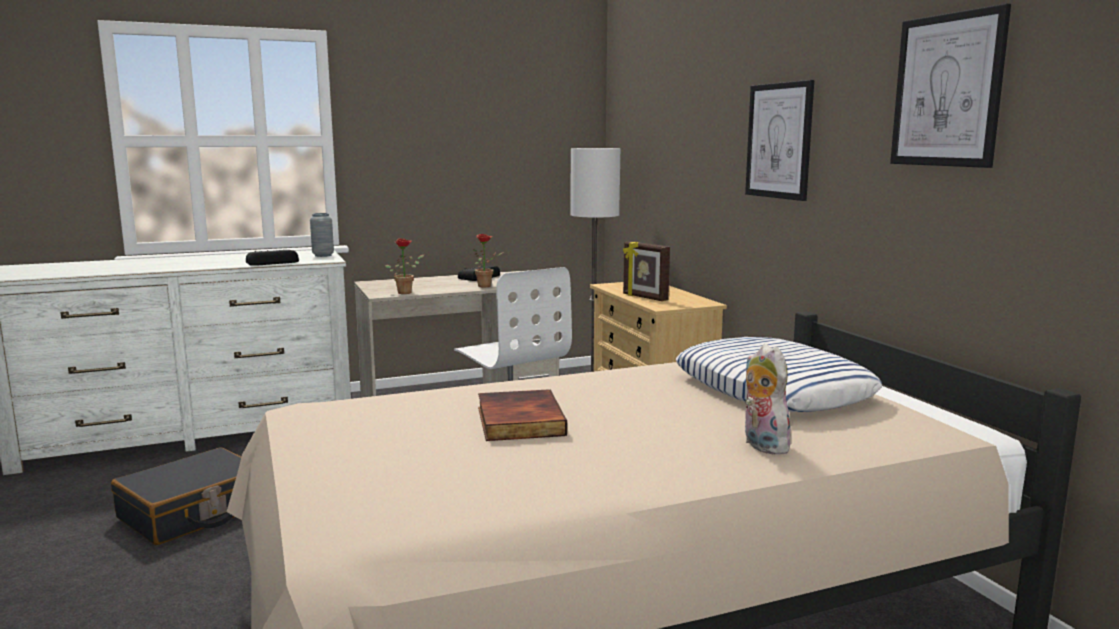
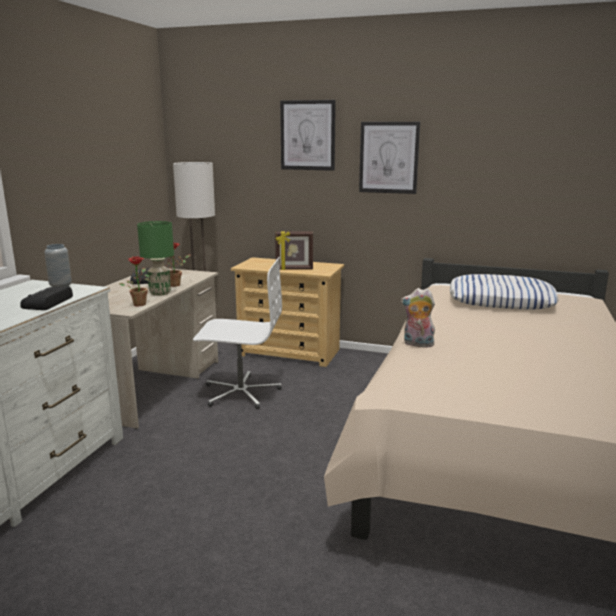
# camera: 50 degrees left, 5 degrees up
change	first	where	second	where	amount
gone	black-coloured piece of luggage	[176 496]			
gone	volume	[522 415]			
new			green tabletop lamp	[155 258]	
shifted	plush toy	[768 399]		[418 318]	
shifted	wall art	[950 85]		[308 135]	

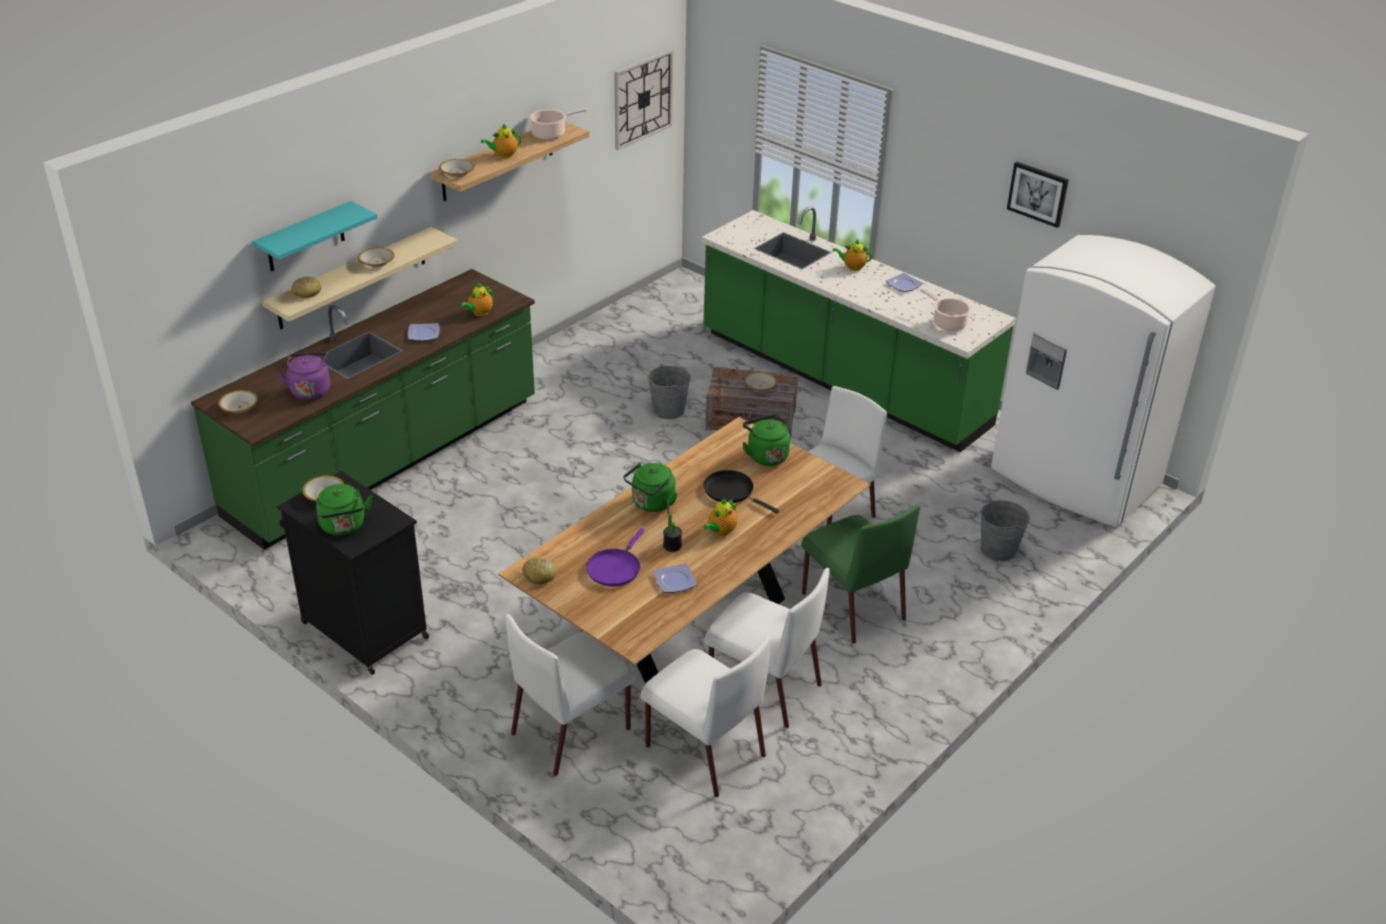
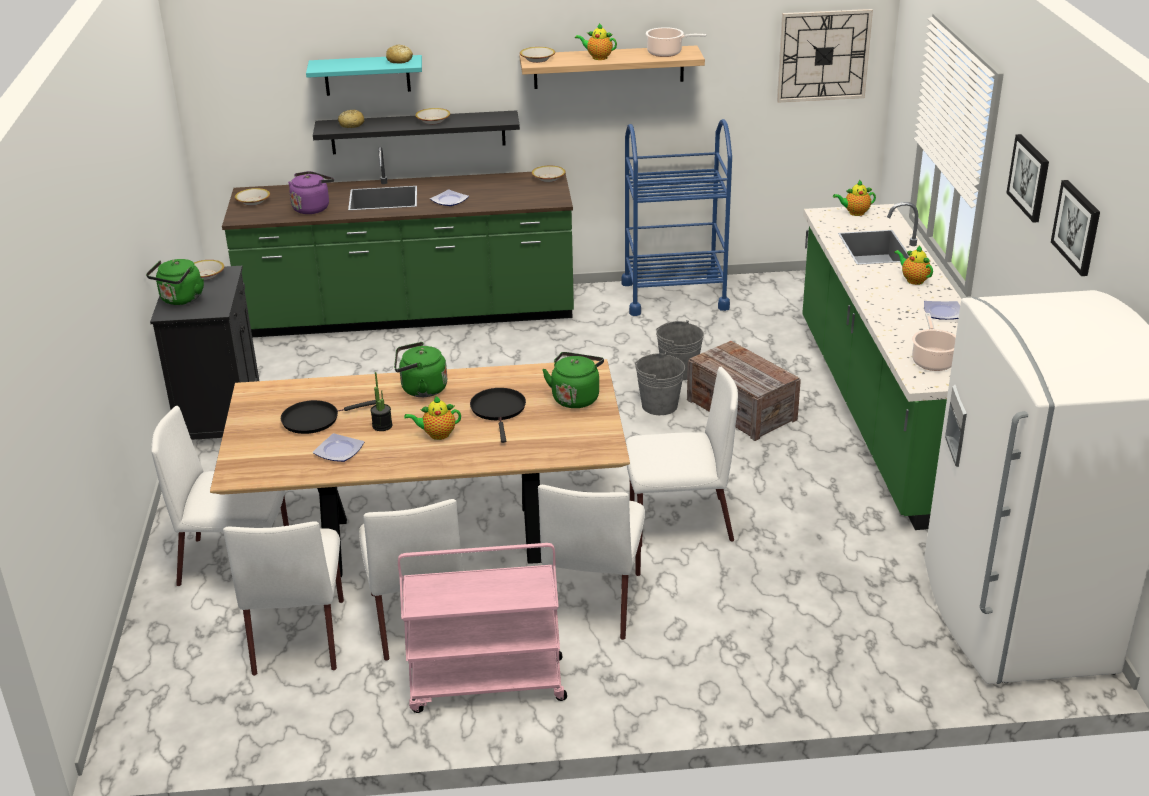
# camera: 45 degrees right, 5 degrees down
change	first	where	second	where	amount
new			pink cart	[482 628]	
new			bluish cart	[676 217]	
new			wall art	[1027 178]	
shifted	tea pot	[476 299]		[854 198]	
shifted	bread	[539 570]		[399 53]	
shifted	bowl	[760 382]		[549 173]	
shifted	greyish pail	[1005 530]		[660 383]	
repainted	beige shelf	[360 278]	black-coloured shelf	[416 132]	
repainted	purple-coloured skillet	[615 557]	black-coloured skillet	[328 417]	
repainted	green plain chair	[860 574]	white-coloured plain chair	[592 562]	

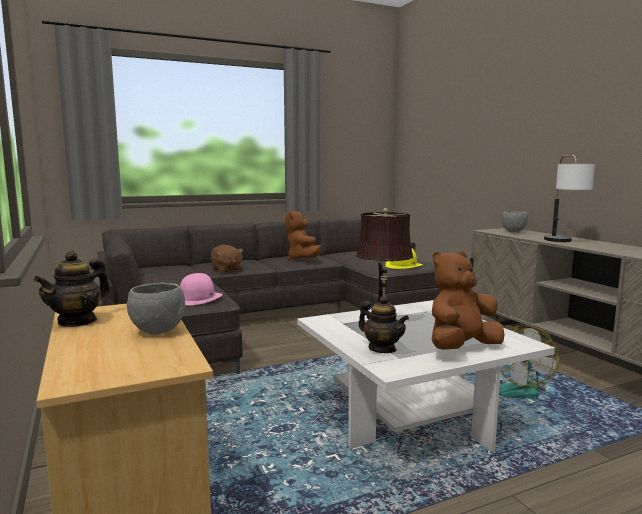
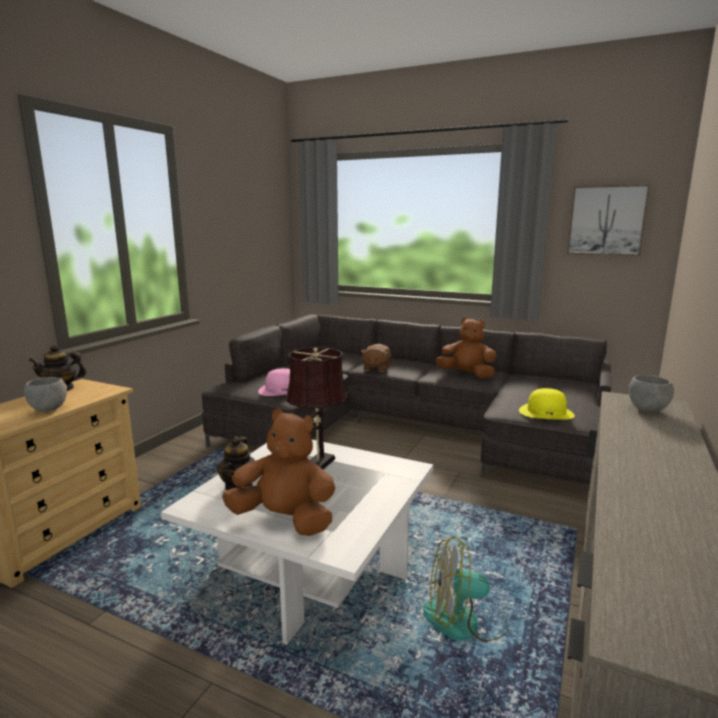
# camera: 50 degrees right, 5 degrees up
change	first	where	second	where	amount
gone	tabletop lamp	[569 198]			
new			wall art	[608 220]	
rotated	brown plush toy	[303 235]		[466 347]	75 degrees clockwise

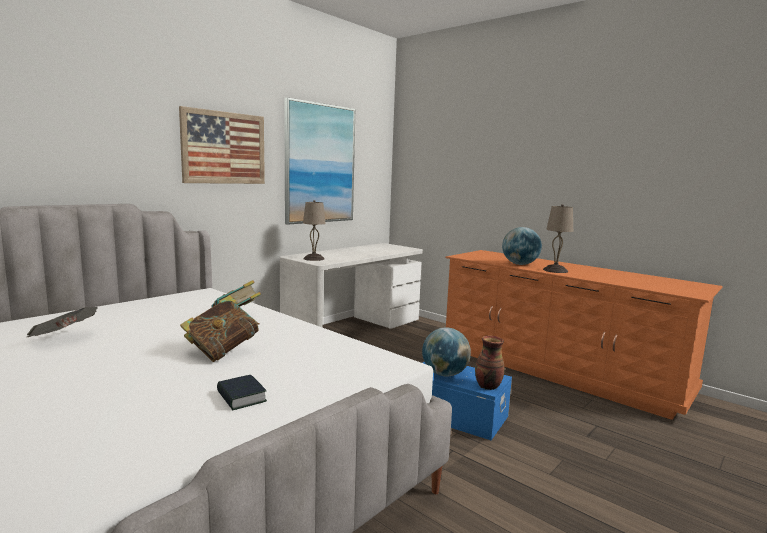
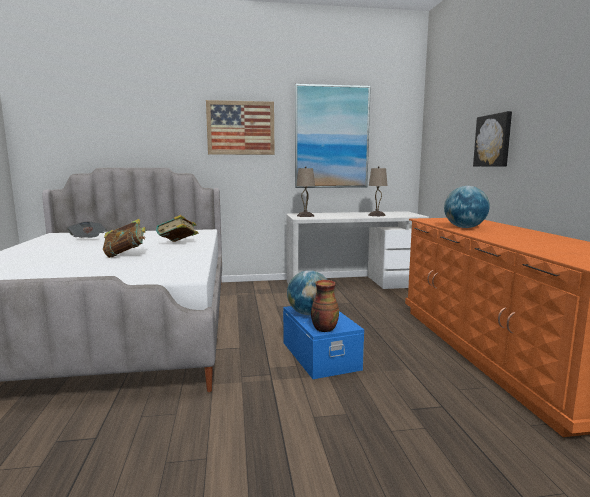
# camera: 40 degrees right, 0 degrees up
change	first	where	second	where	amount
gone	volume	[242 392]			
new			wall art	[492 139]	
shifted	beige tabletop lamp	[558 238]		[377 191]	

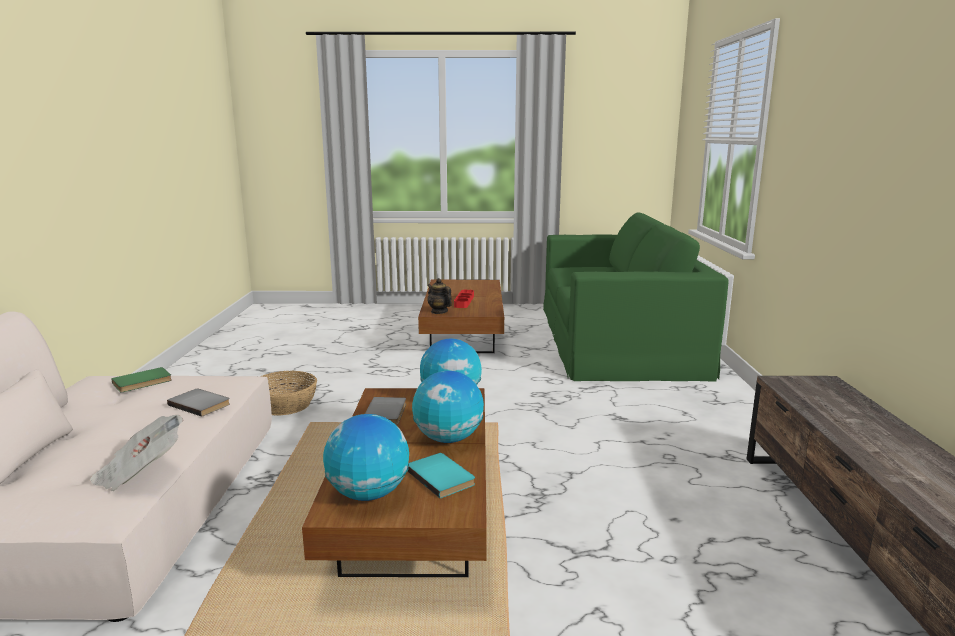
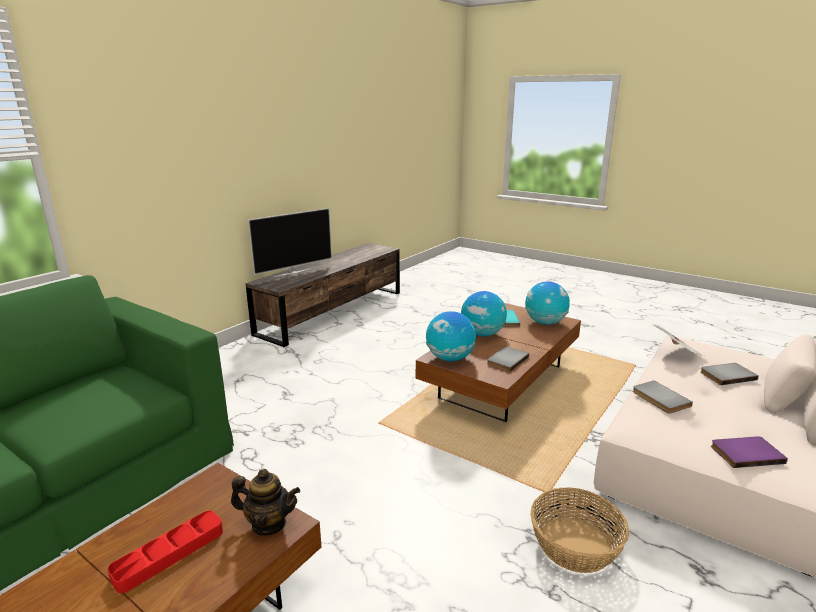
# camera: 145 degrees left, 5 degrees up
change	first	where	second	where	amount
new			TV	[290 242]	
new			greyish volume	[729 374]	
repainted	green volume	[141 379]	purple-coloured volume	[749 452]	
rotated	tea pot	[439 296]		[265 502]	75 degrees counterclockwise

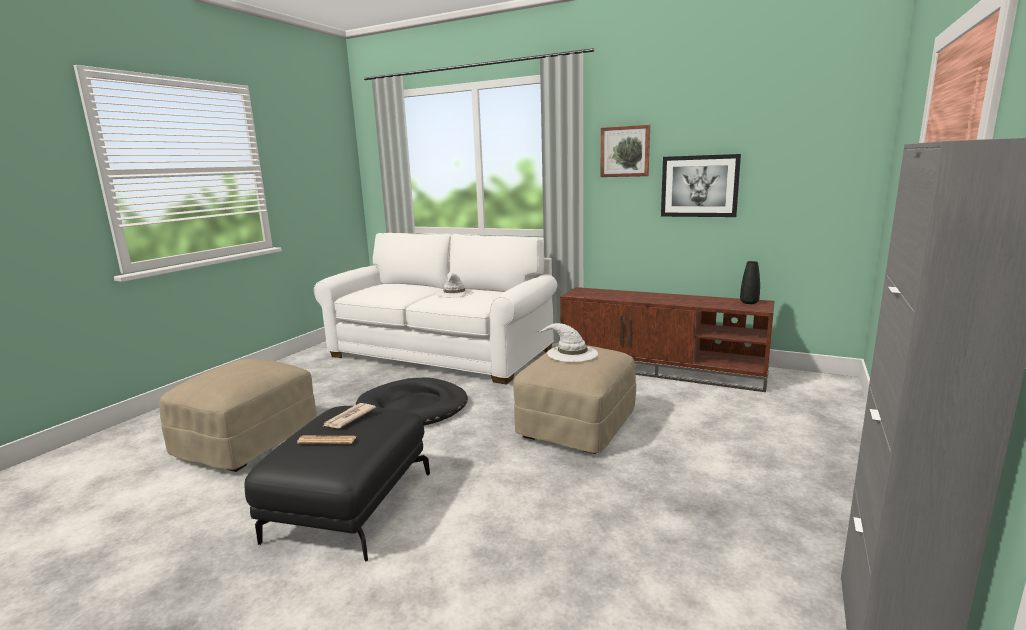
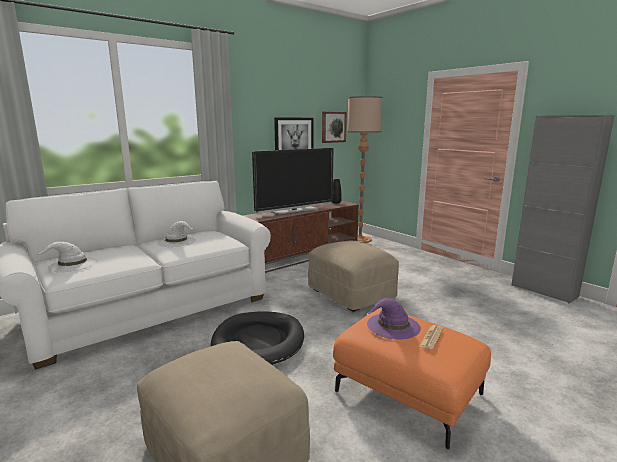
# camera: 65 degrees left, 0 degrees up
change	first	where	second	where	amount
new			TV	[293 181]	
new			standing lamp	[365 169]	
shifted	white-coloured clothing hat	[567 342]		[68 257]	
shifted	wall art	[625 151]		[334 127]	
swapped	newspaper	[350 415]	purple-coloured clothing hat	[394 318]	
repainted	black-coloured ottoman	[337 483]	orange-coloured ottoman	[412 379]	

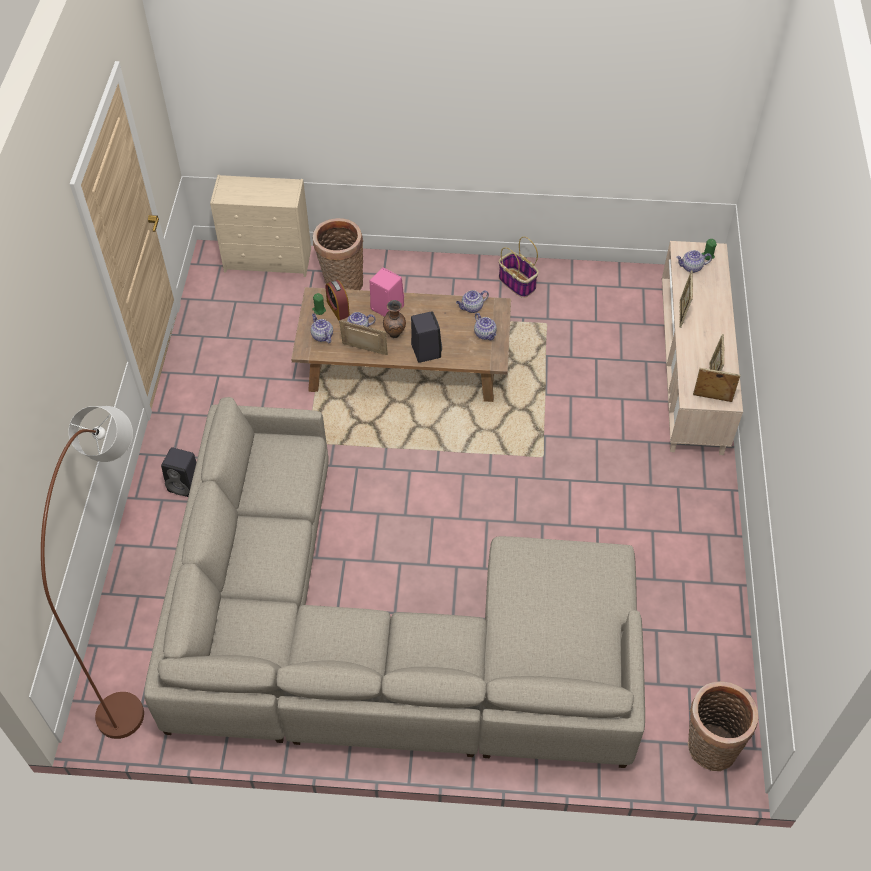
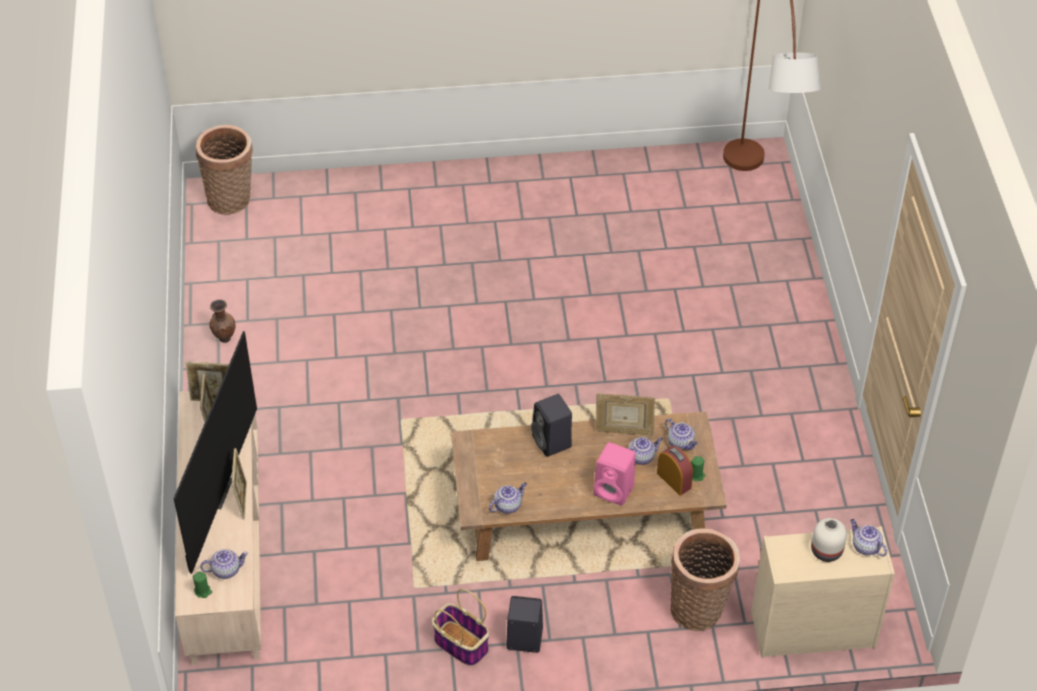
# camera: 170 degrees right, 5 degrees down
change	first	where	second	where	amount
gone	beige sofa	[394 582]			
new			TV	[215 452]	
new			white-coloured decorative vase	[829 540]	
shifted	black-coloured loudspeaker	[178 472]		[524 624]	
shifted	brown decorative vase	[394 319]		[222 321]	
shifted	tea pot	[485 326]		[868 538]	

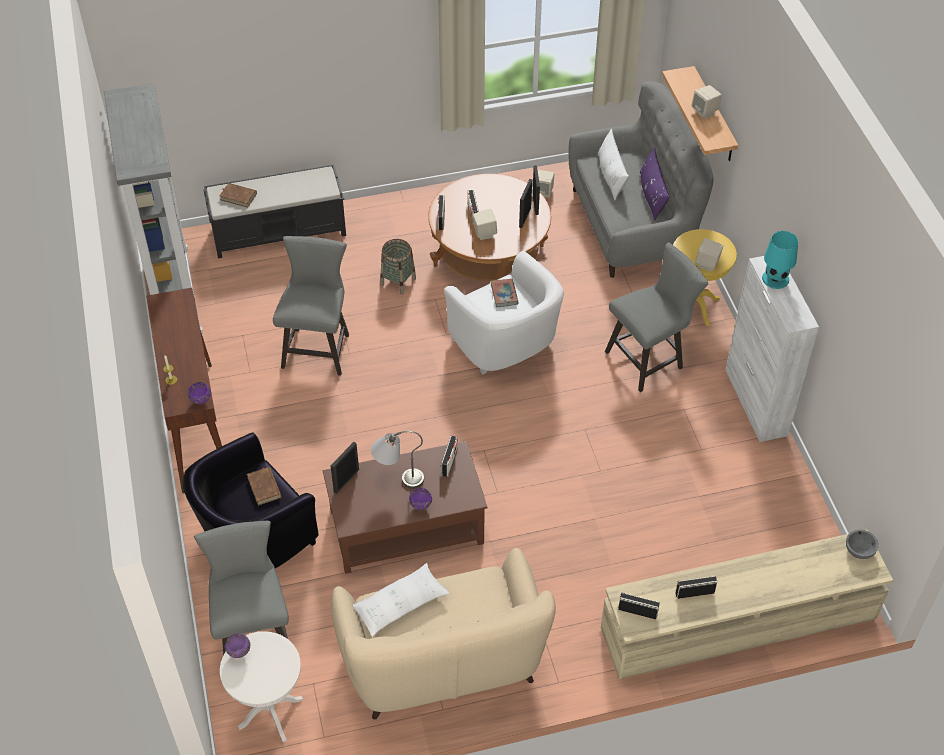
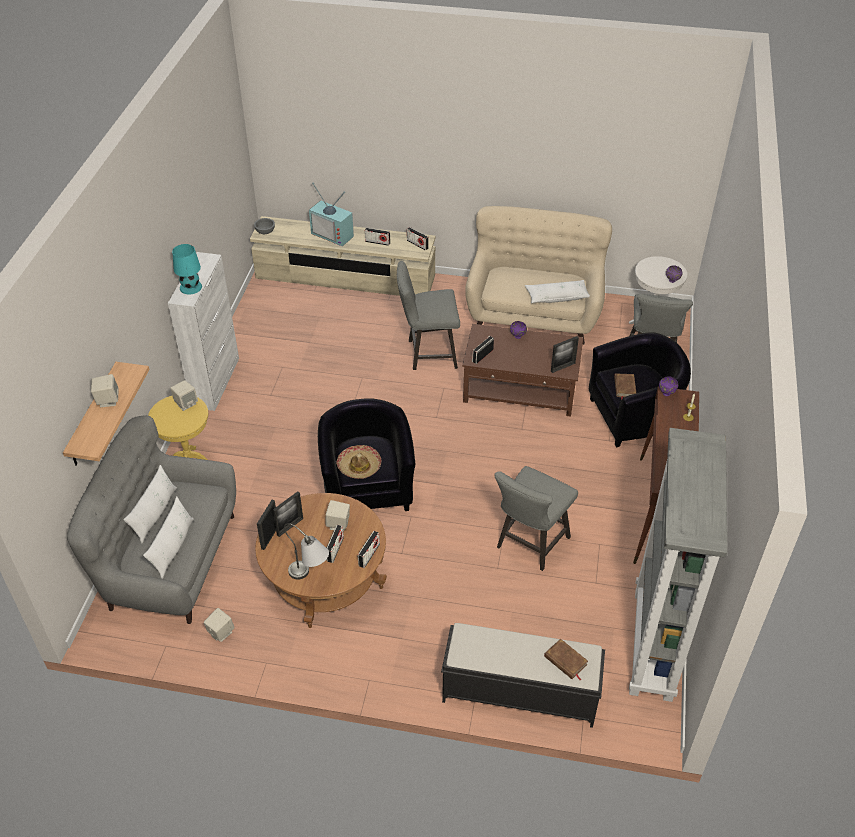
# camera: 155 degrees left, 5 degrees down
change	first	where	second	where	amount
gone	basket	[398 267]			
new			TV	[331 214]	
shifted	greyish tabletop lamp	[397 460]		[306 551]	
shifted	greyish stool	[656 317]		[428 315]	
swapped	volume	[505 293]	clothing hat	[359 462]	
repainted	white-coloured easy chair	[504 312]	black-coloured easy chair	[366 454]	
repainted	purple-coloured cushion	[655 184]	white-coloured cushion	[150 504]	

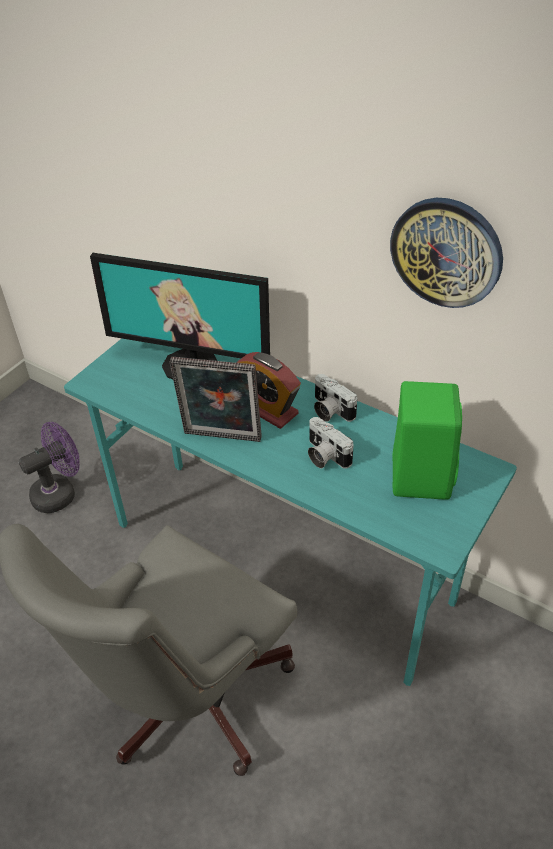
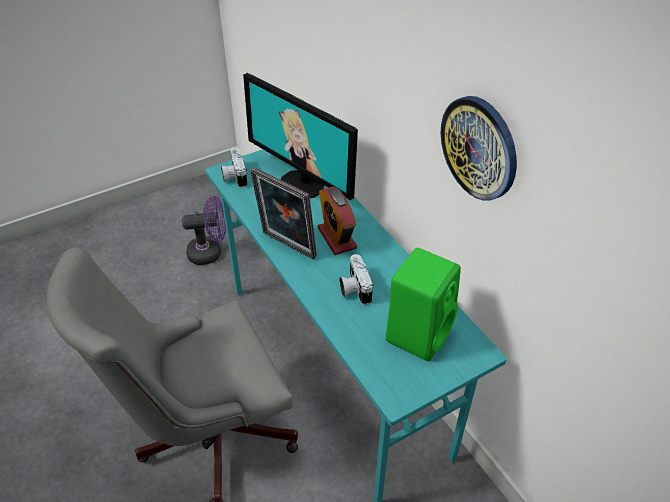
# camera: 25 degrees right, 0 degrees up
change	first	where	second	where	amount
shifted	photo camera	[335 398]		[234 168]	

